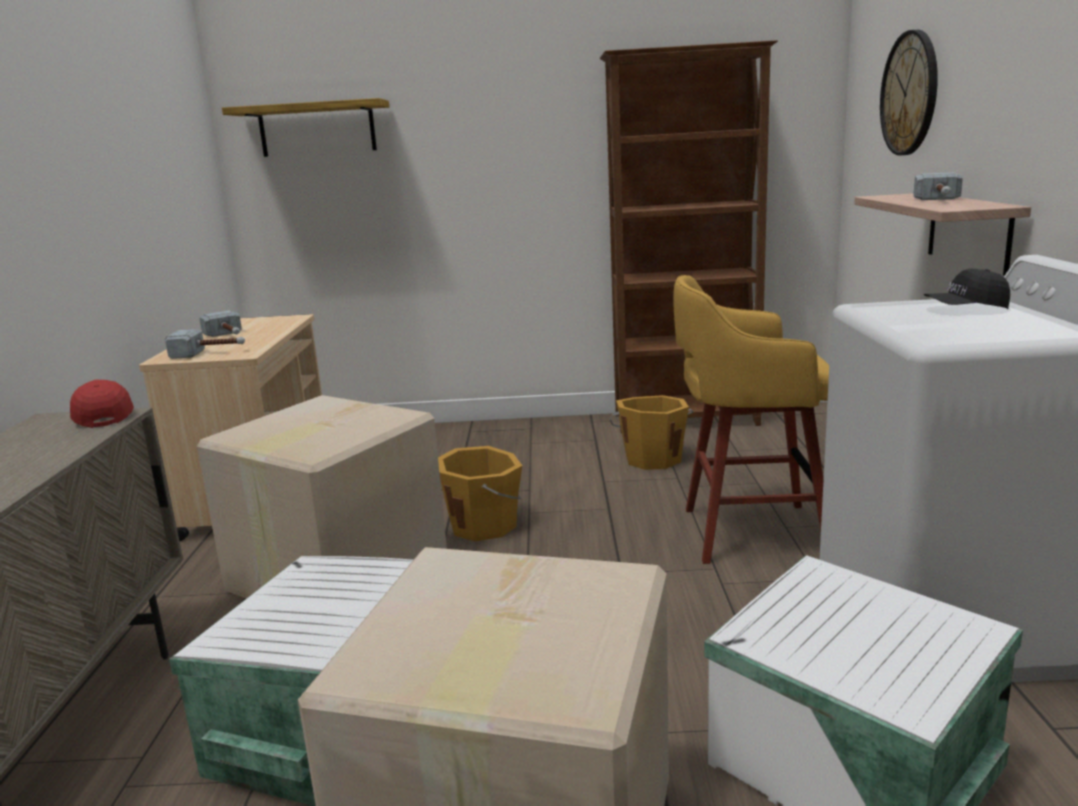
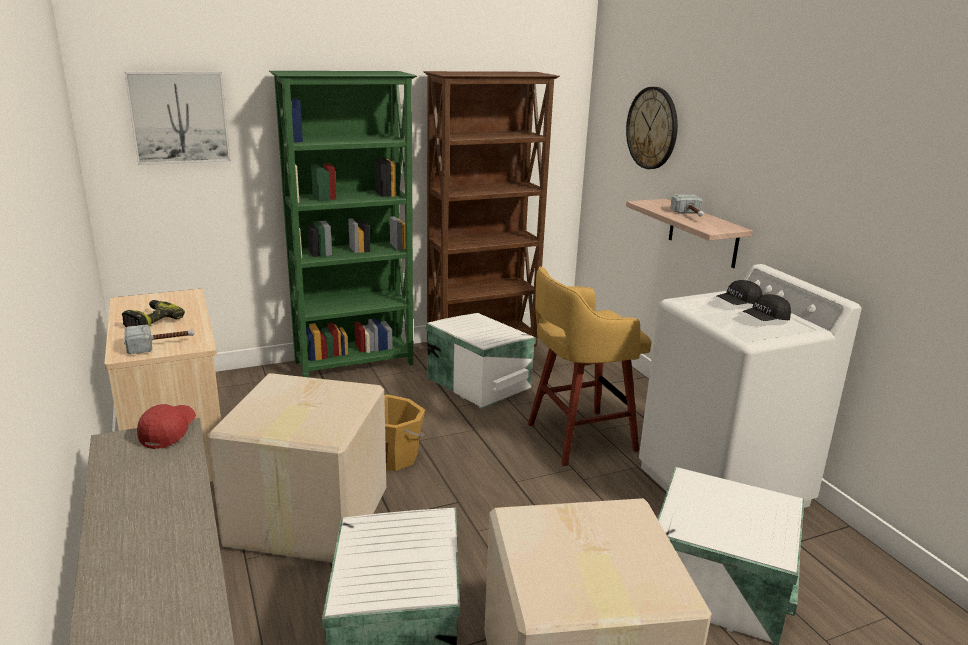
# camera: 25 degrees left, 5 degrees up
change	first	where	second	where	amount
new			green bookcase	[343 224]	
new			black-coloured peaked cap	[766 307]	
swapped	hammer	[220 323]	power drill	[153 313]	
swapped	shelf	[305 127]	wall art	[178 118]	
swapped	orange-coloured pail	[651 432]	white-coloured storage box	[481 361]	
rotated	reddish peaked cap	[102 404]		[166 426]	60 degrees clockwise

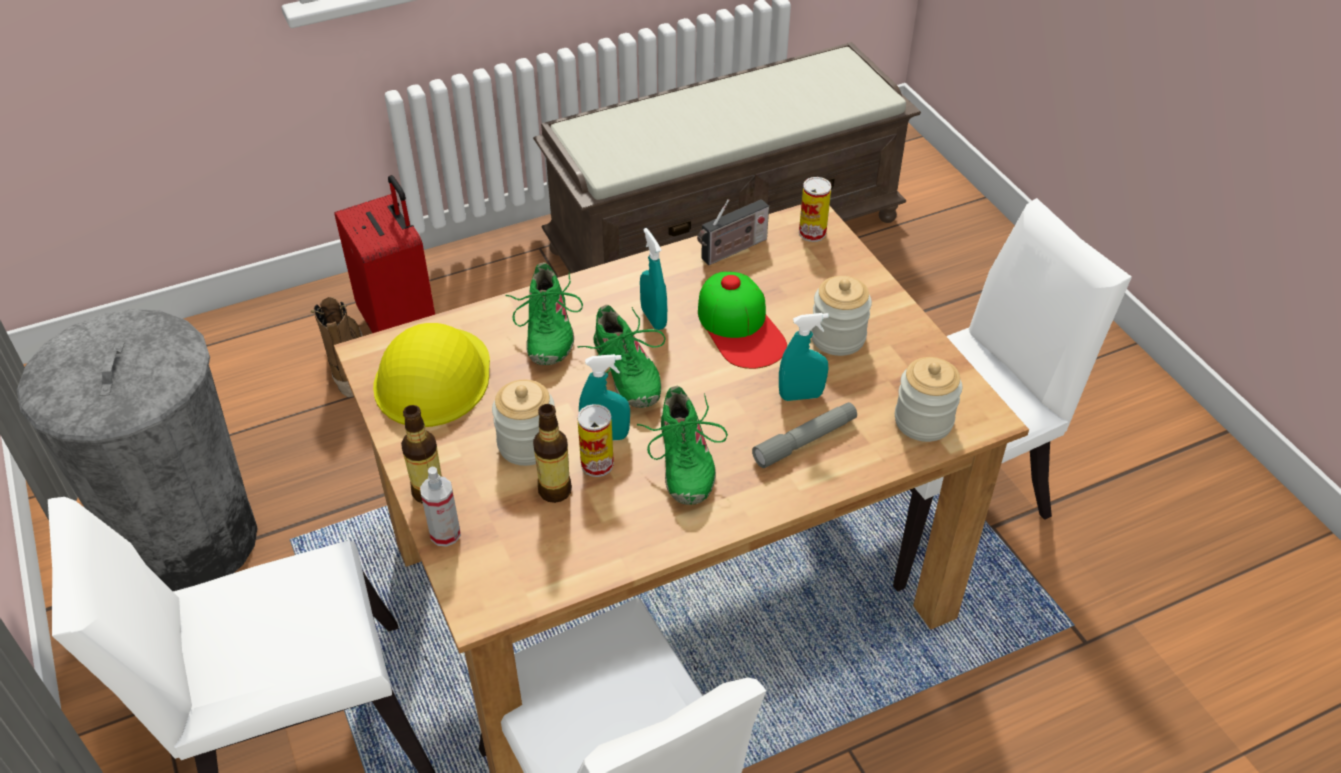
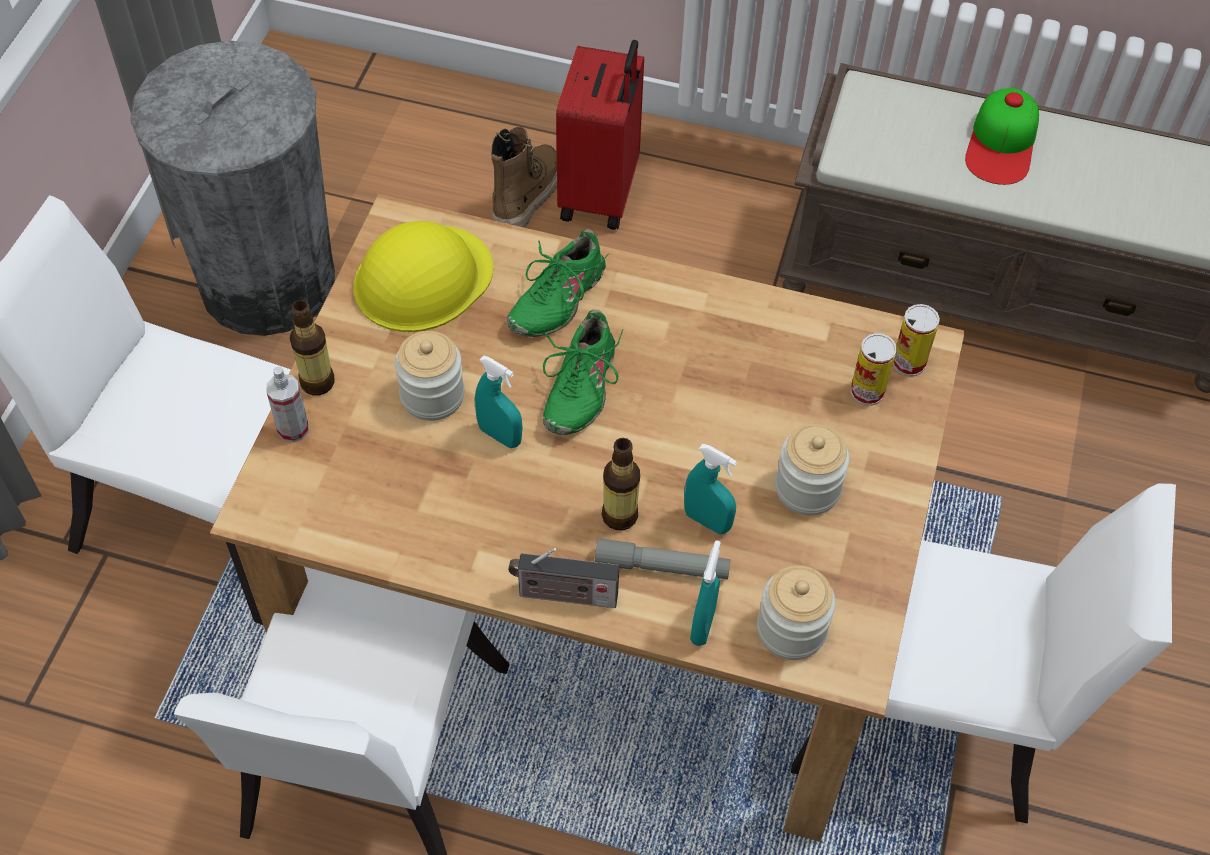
# camera: 40 degrees right, 10 degrees up
change	first	where	second	where	amount
gone	green shoe	[682 445]			
shifted	bottle	[552 453]		[621 484]	
shifted	can	[595 440]		[874 369]	
shifted	turquoise hand sprayer	[653 279]		[705 593]	
shifted	radio receiver	[733 232]		[563 578]	
shifted	peaked cap	[742 320]		[1002 136]	

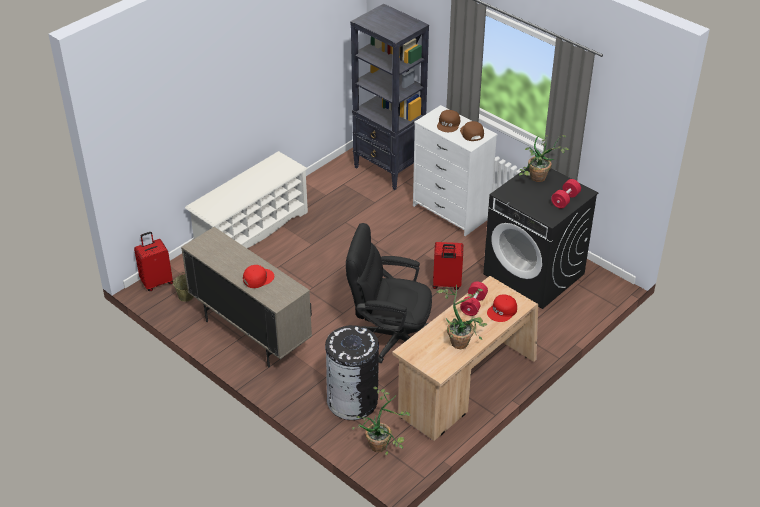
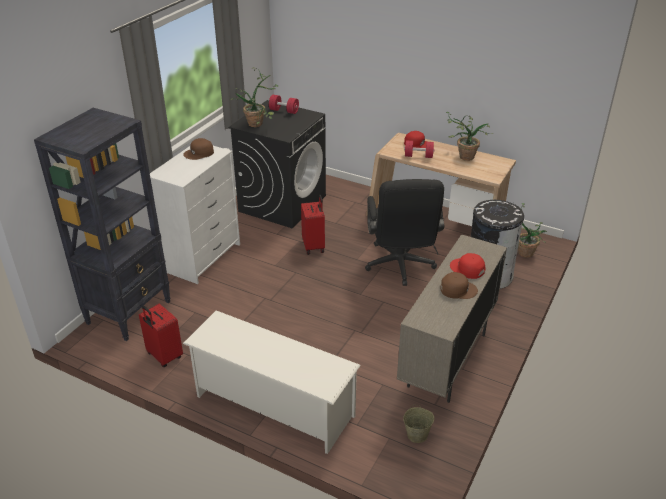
# camera: 105 degrees left, 5 degrees down
change	first	where	second	where	amount
shifted	reddish piece of luggage	[153 261]		[161 335]	
shifted	brown peaked cap	[448 121]		[459 285]	

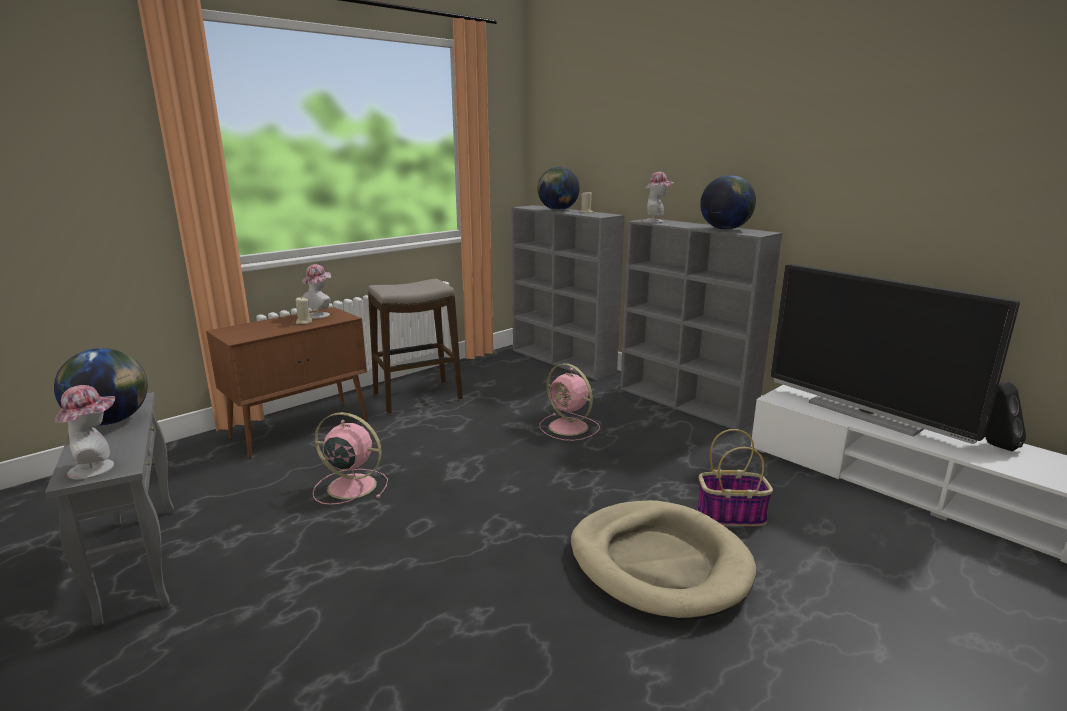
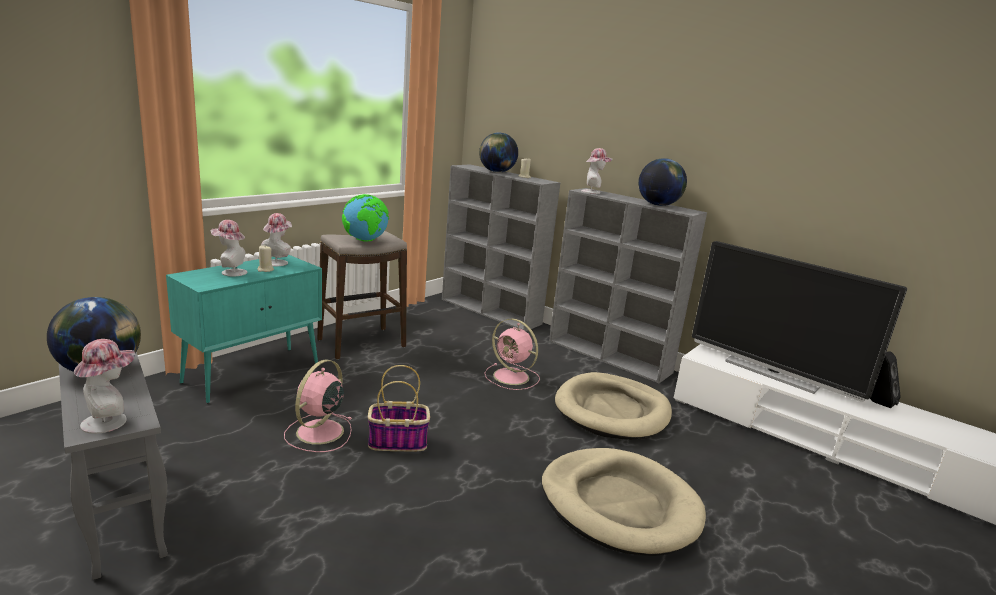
# camera: 10 degrees left, 0 degrees up
change	first	where	second	where	amount
new			clothing hat	[229 248]	
new			desk globe	[365 218]	
new			beige dog bed	[613 406]	
shifted	basket	[735 477]		[399 408]	
repainted	brown cupboard	[287 382]	turquoise cupboard	[244 329]	
rotated	pink cooling fan	[350 458]		[318 406]	75 degrees counterclockwise

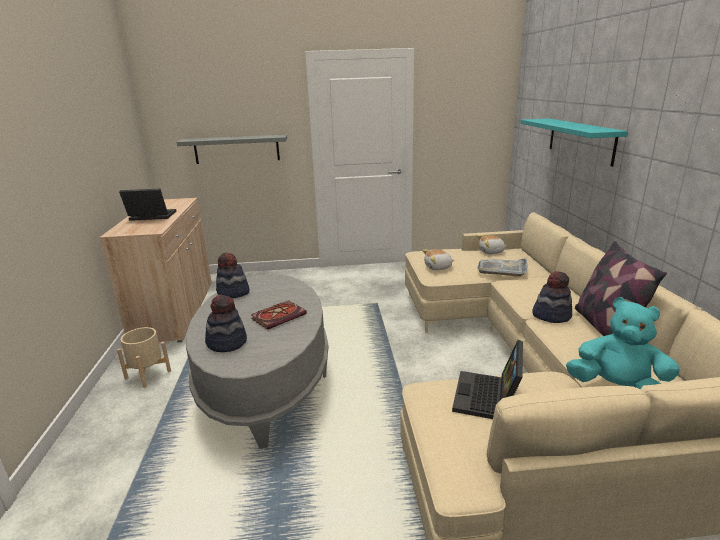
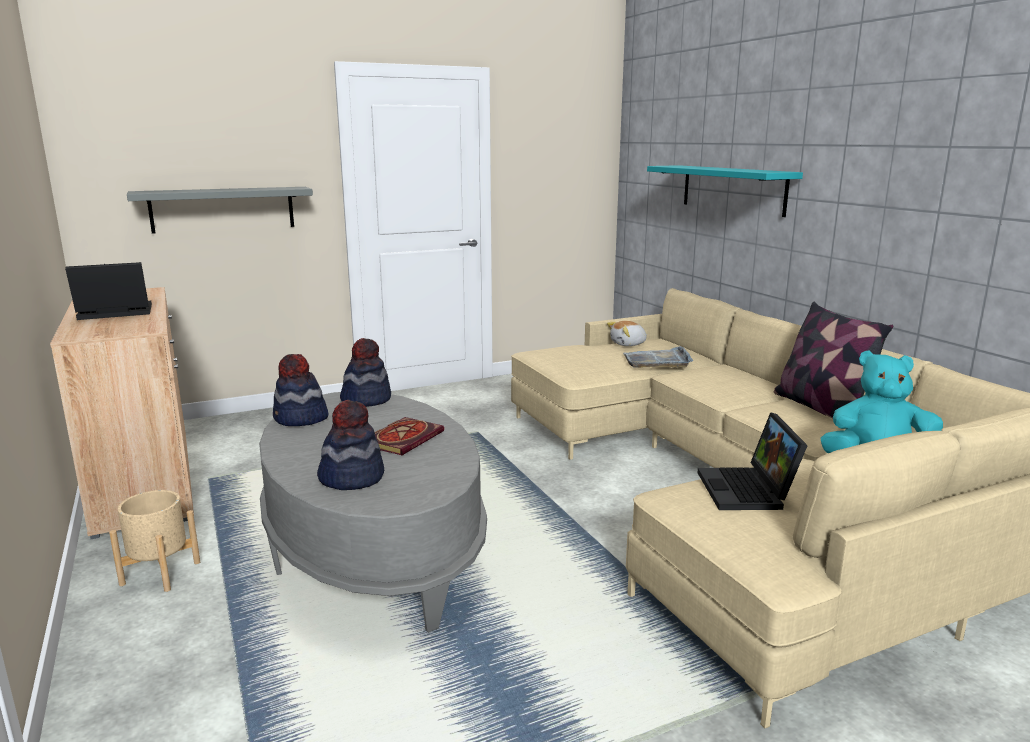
# camera: 20 degrees left, 5 degrees down
change	first	where	second	where	amount
gone	plush toy	[439 259]			
shifted	clothing hat	[552 297]		[365 372]	

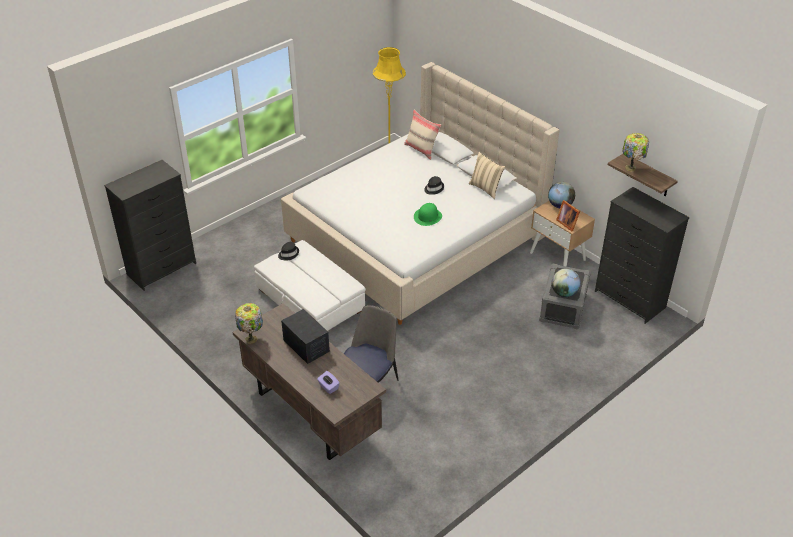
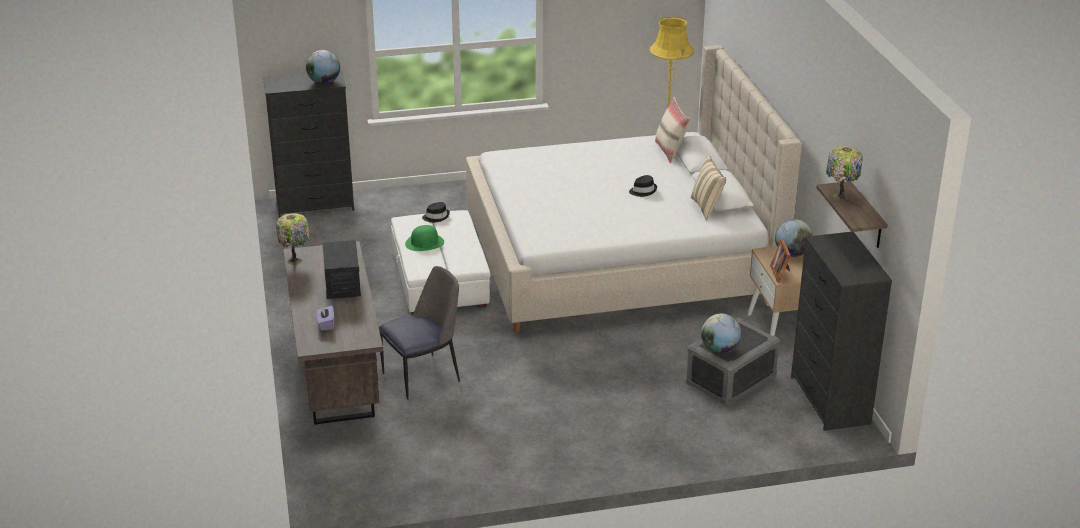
# camera: 30 degrees right, 10 degrees down
change	first	where	second	where	amount
new			desk globe	[323 67]	
shifted	green clothing hat	[428 214]		[424 238]	

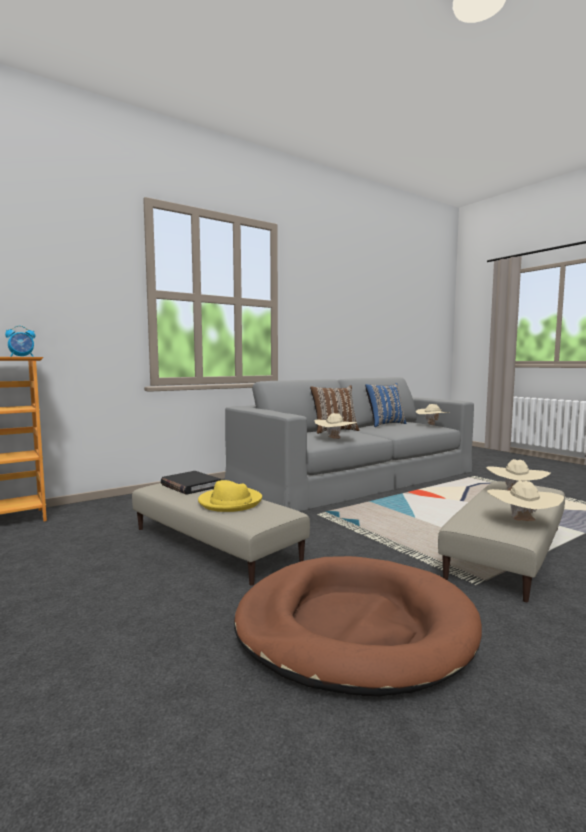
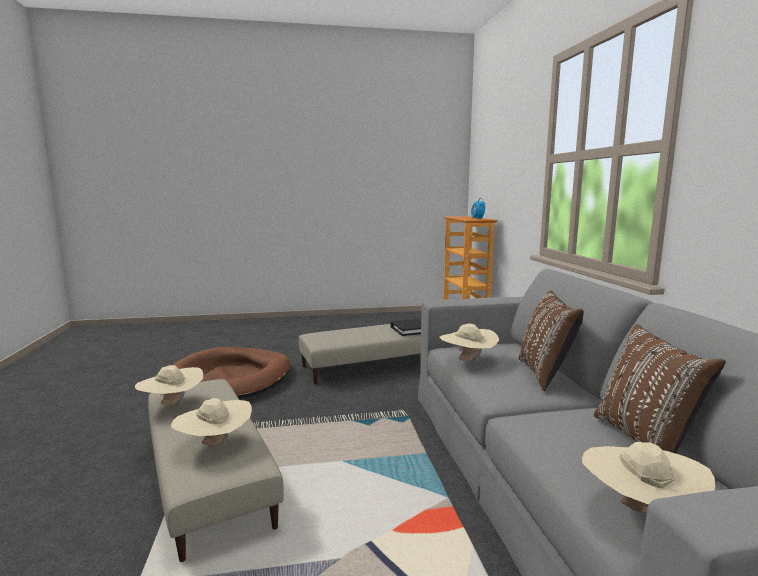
# camera: 115 degrees right, 5 degrees up
change	first	where	second	where	amount
gone	yellowish clothing hat	[230 496]			
repainted	bluish cushion	[386 405]	brown cushion	[660 389]	

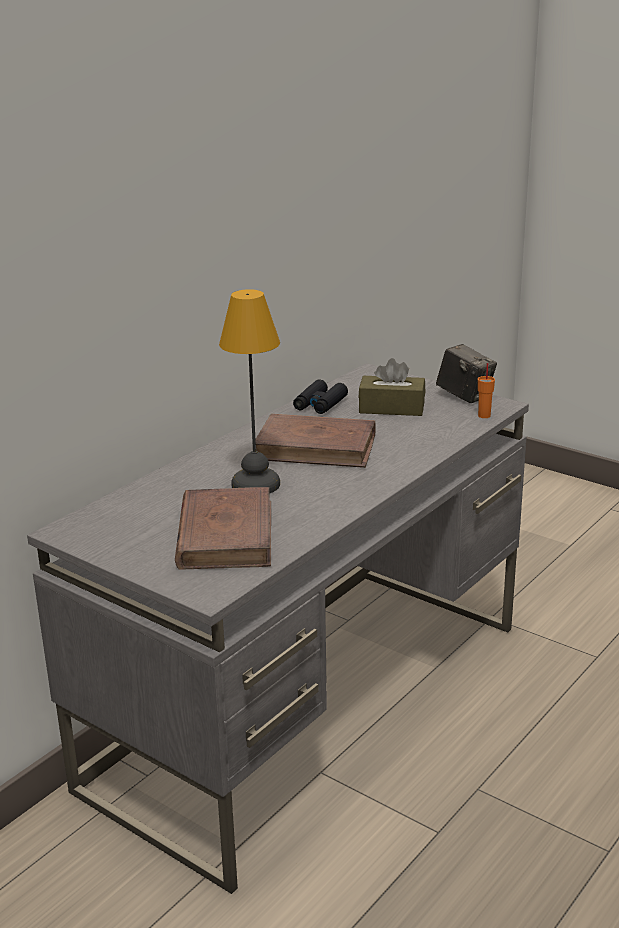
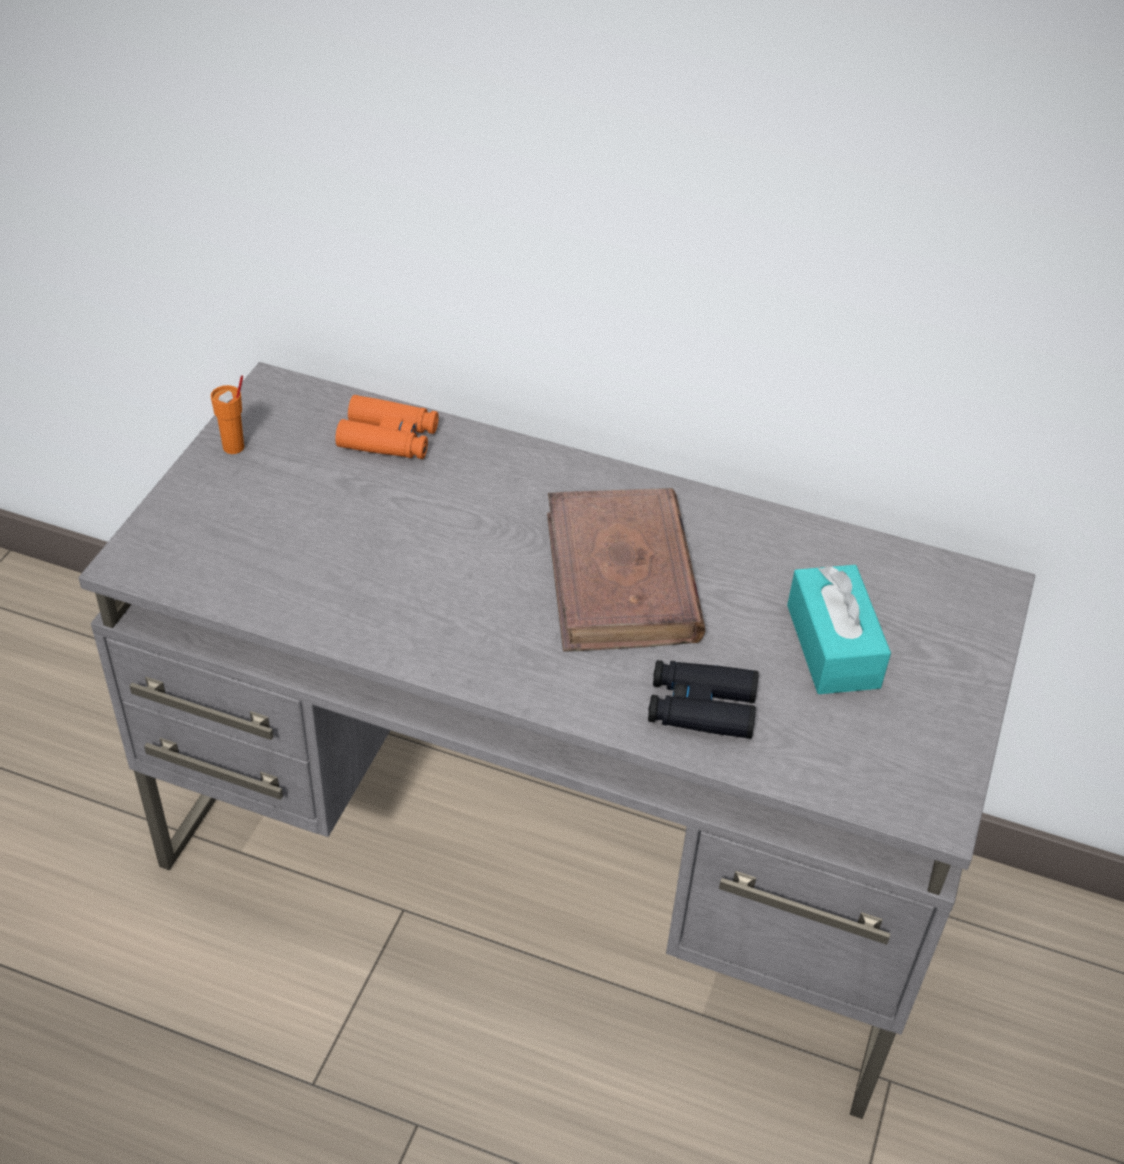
# camera: 70 degrees right, 20 degrees up
change	first	where	second	where	amount
gone	brown volume	[223 528]			
gone	tabletop lamp	[249 391]			
gone	photo camera	[466 373]			
new			orange-coloured pair of binoculars	[387 427]	
shifted	black-coloured pair of binoculars	[320 397]		[703 699]	
shifted	orange-coloured cup	[486 390]		[227 415]	
repainted	brown tissue box	[391 387]	turquoise tissue box	[839 629]	

